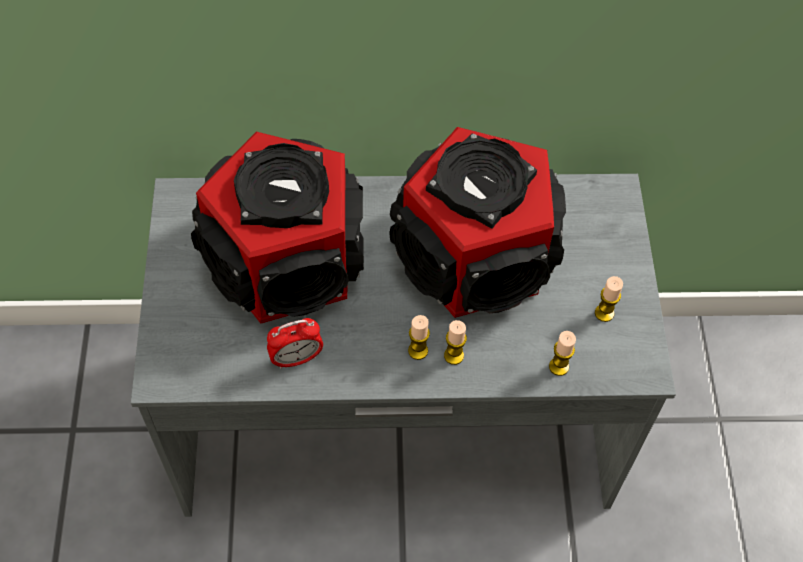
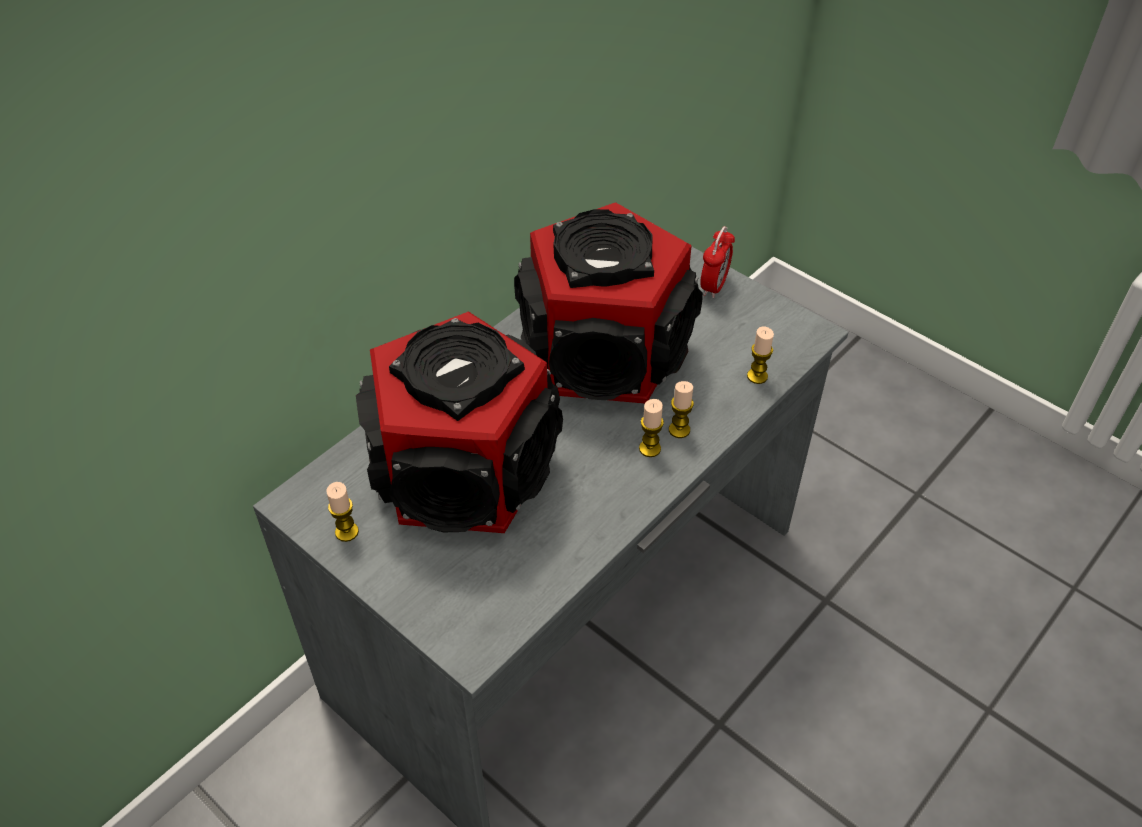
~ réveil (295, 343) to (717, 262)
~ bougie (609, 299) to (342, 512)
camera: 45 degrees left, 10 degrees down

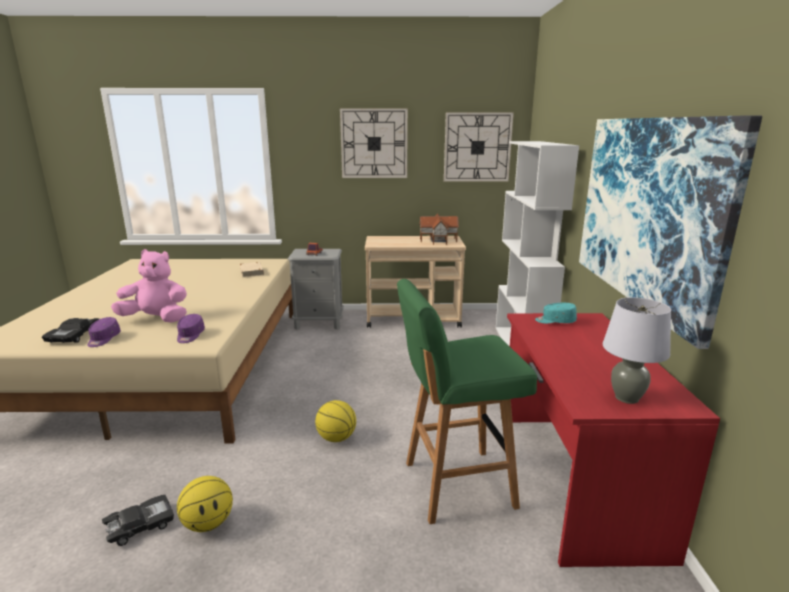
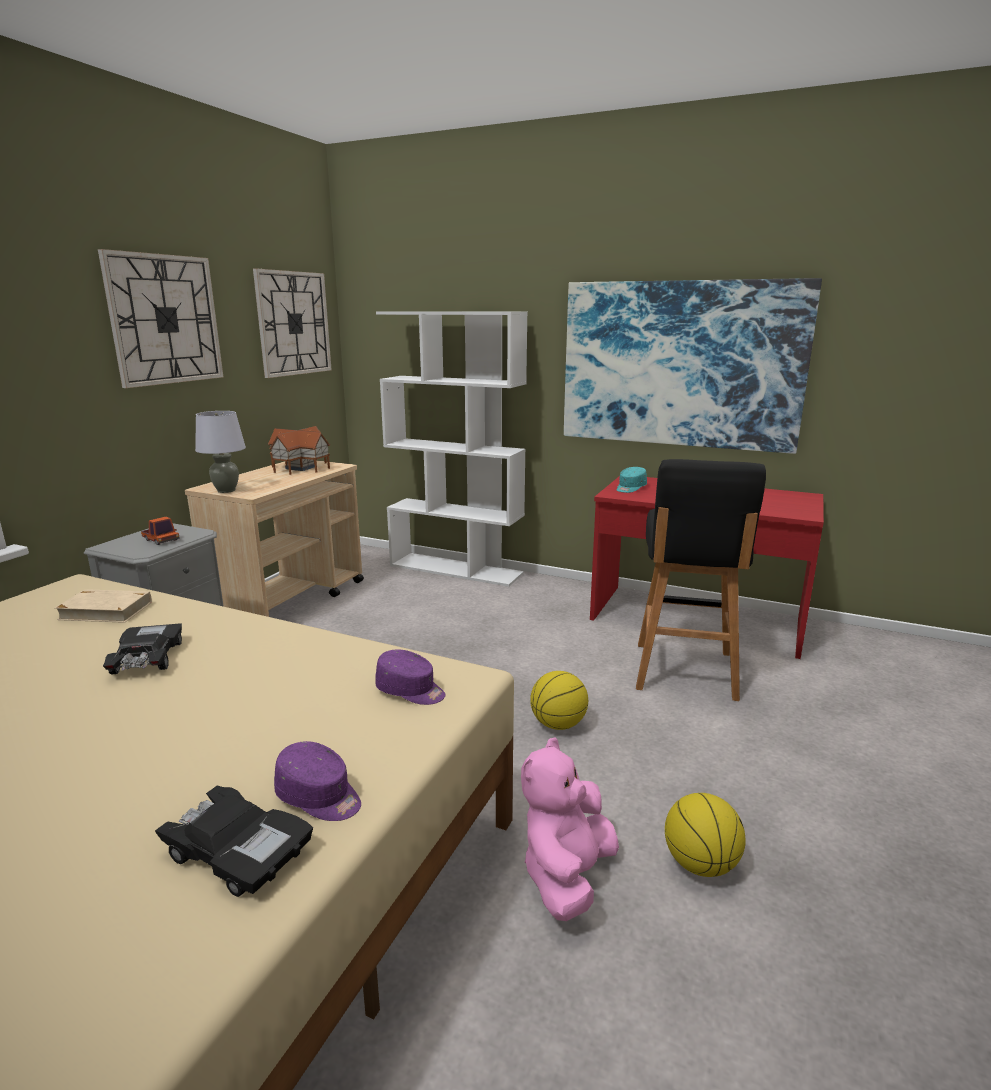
~ petite voiture (noir) (138, 520) to (142, 648)
~ peluche (rose) (149, 285) to (570, 829)
~ lampe de table (gris) (637, 350) to (220, 452)
~ tabouret (vert) (467, 401) to tabouret (noir) (701, 580)
camera: 65 degrees left, 0 degrees up

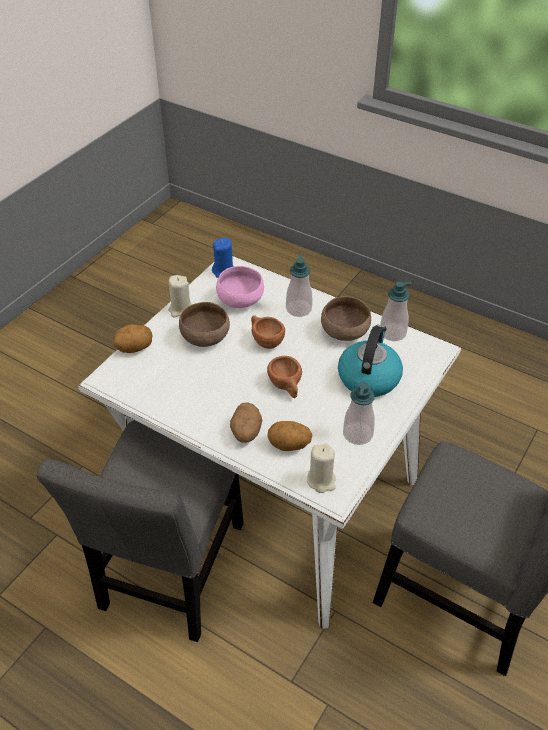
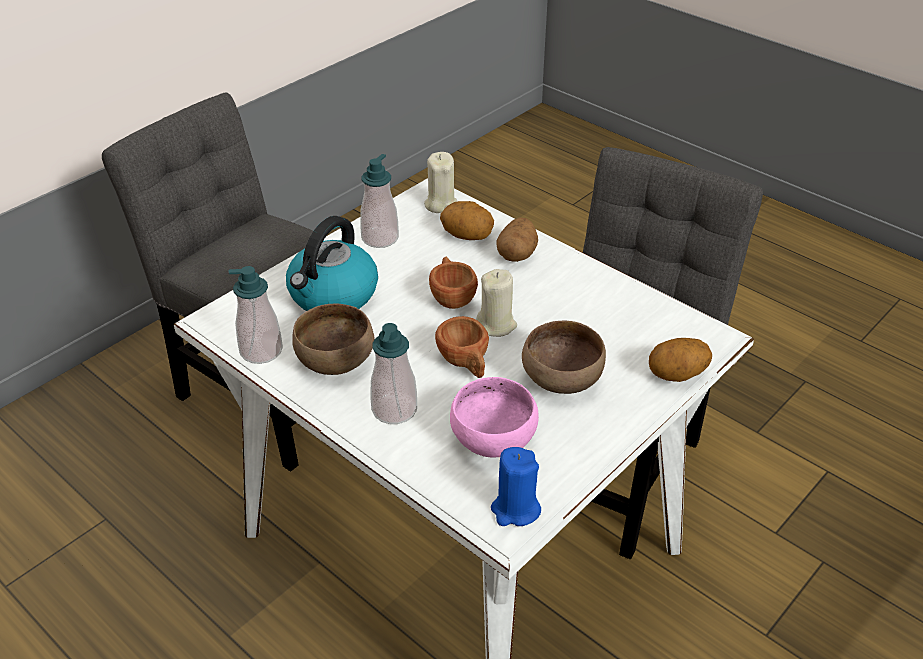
~ bougie (beige) (180, 296) to (496, 303)
camera: 170 degrees left, 5 degrees down

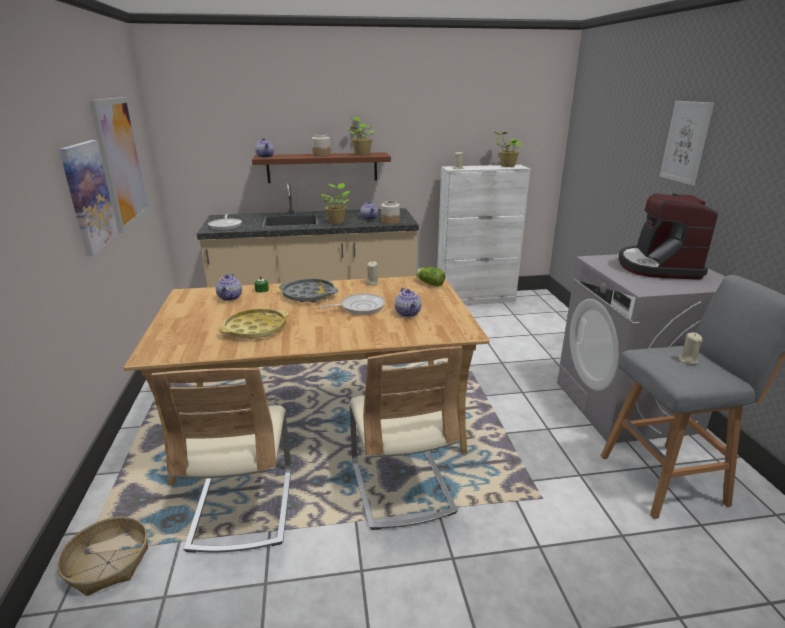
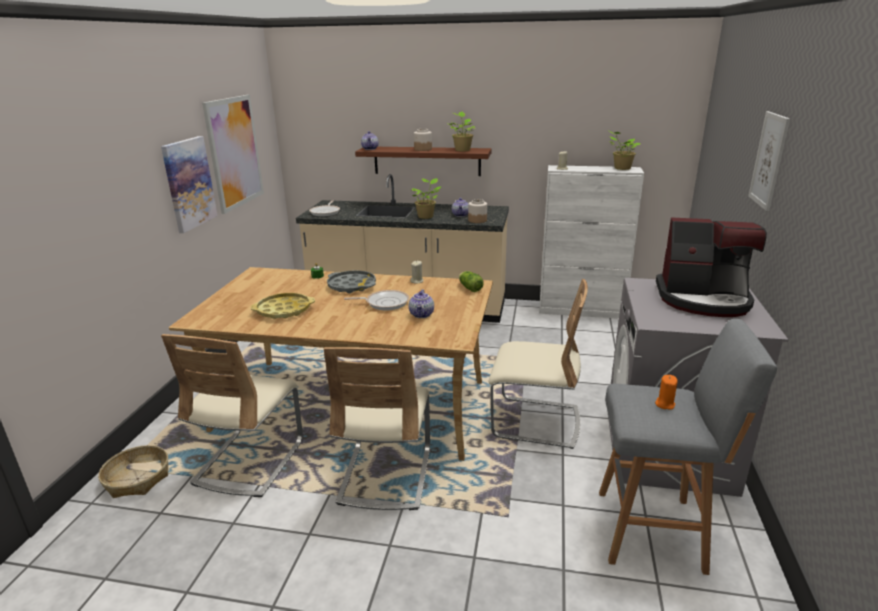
- théière (229, 287)
+ chaise (beige) (538, 364)
~ bougie (beige) (690, 348) to bougie (orange) (666, 392)
~ machine à café (668, 236) = (711, 267) 105 degrees counterclockwise
camera: 20 degrees right, 0 degrees up

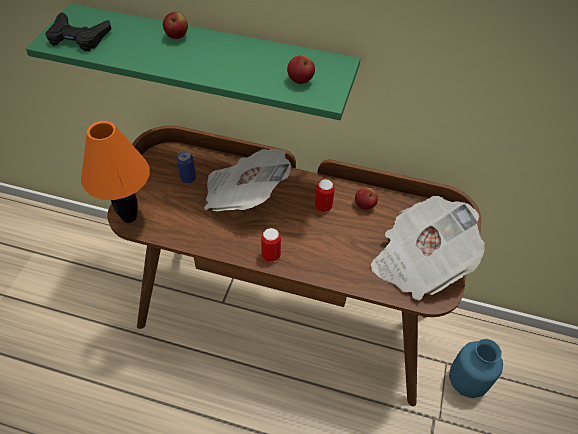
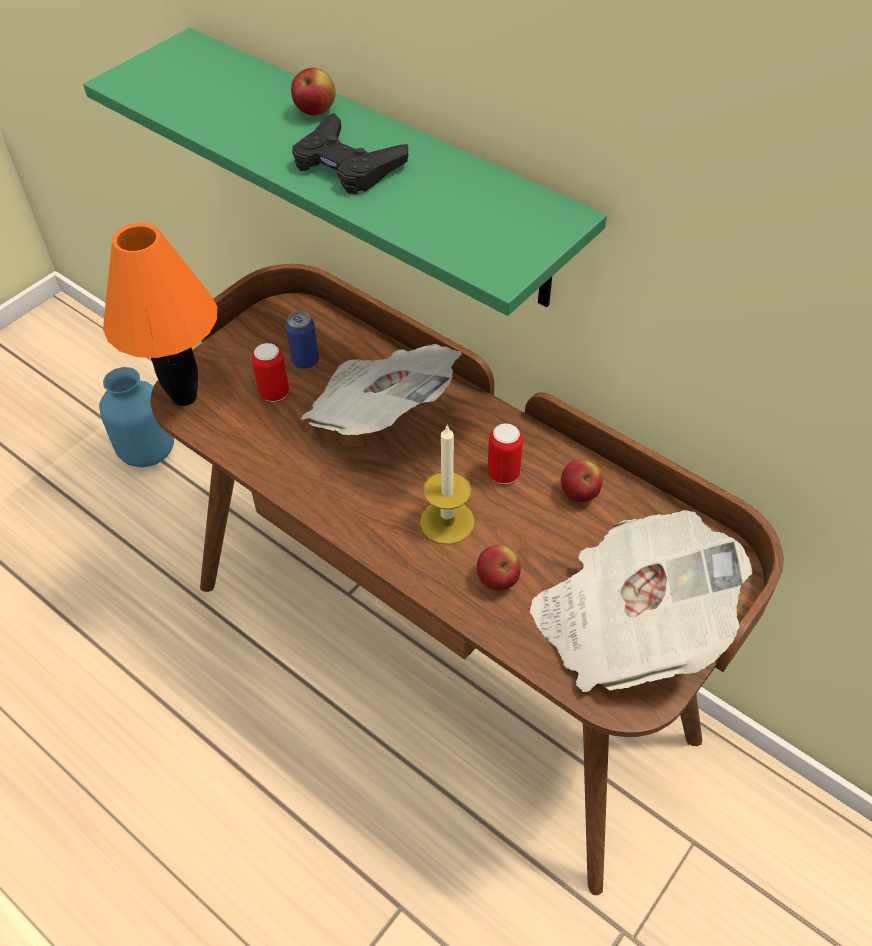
+ bougie (447, 484)
~ manette (noir) (78, 31) to (350, 153)
~ boîte métallique (271, 245) to (270, 372)
~ pomme (301, 69) to (499, 568)
~ vase (bleu) (476, 368) to (136, 417)
camera: 25 degrees right, 0 degrees up

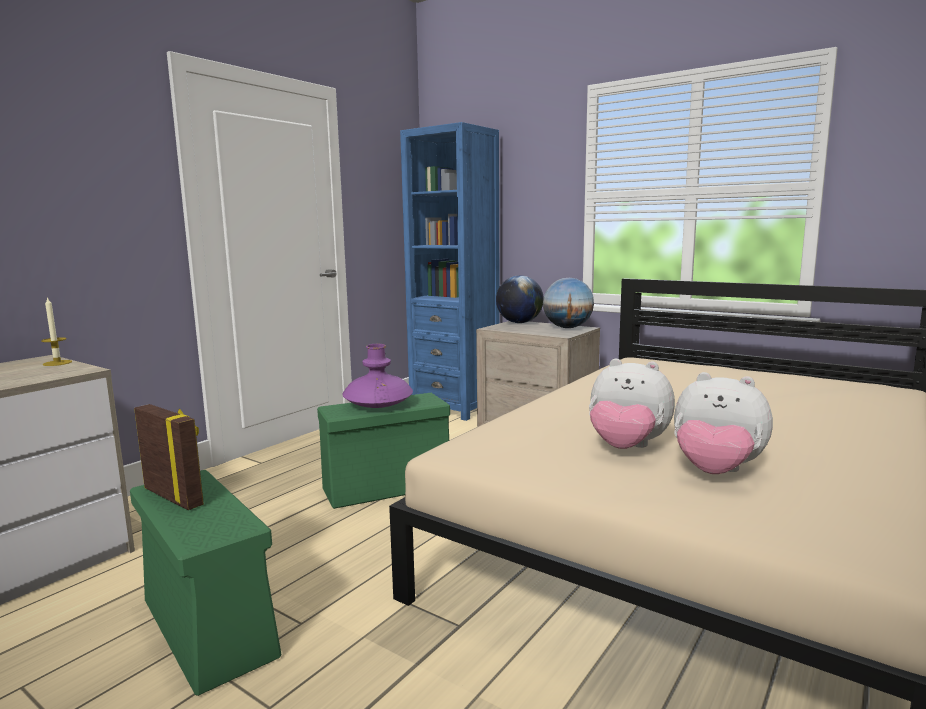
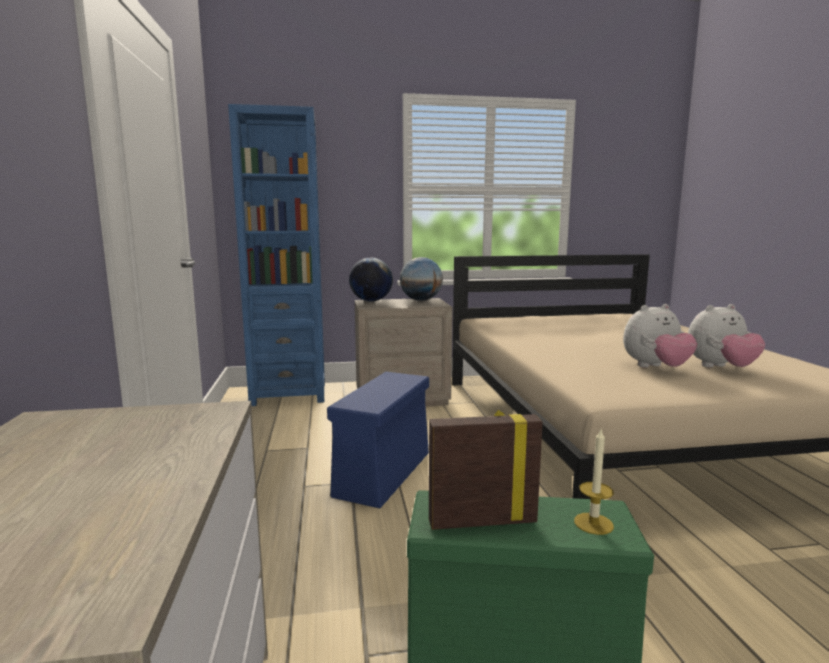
- vase (violet) (377, 376)
~ bougie (56, 331) to (594, 482)
~ boîte de rangement (vert) (383, 451) to boîte de rangement (bleu) (378, 440)
camera: 45 degrees left, 0 degrees up

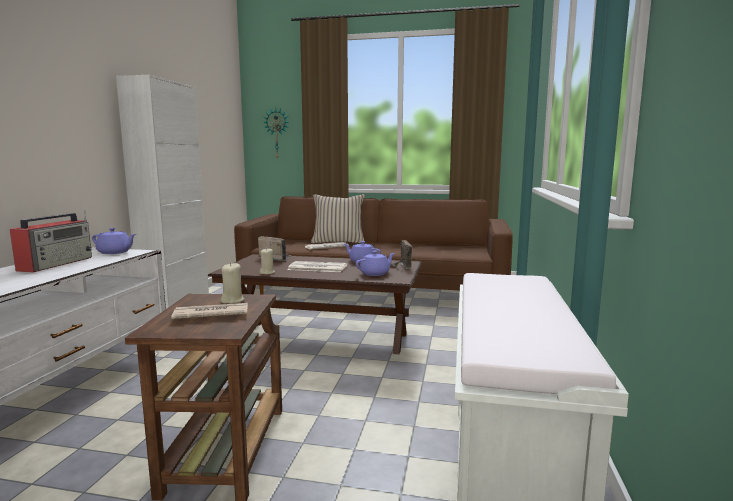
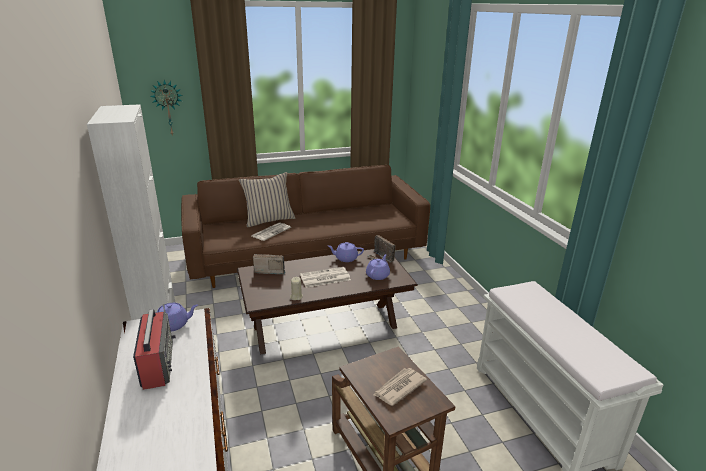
- bougie (beige) (232, 283)
camera: 30 degrees left, 15 degrees up

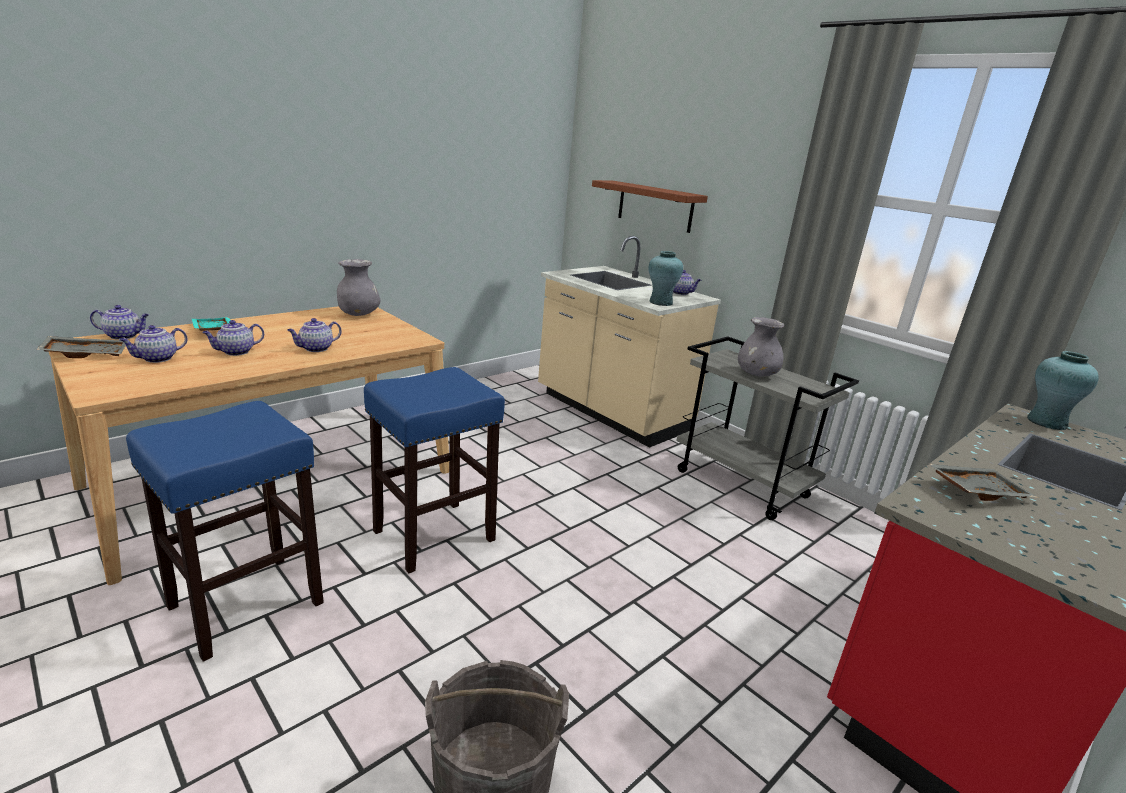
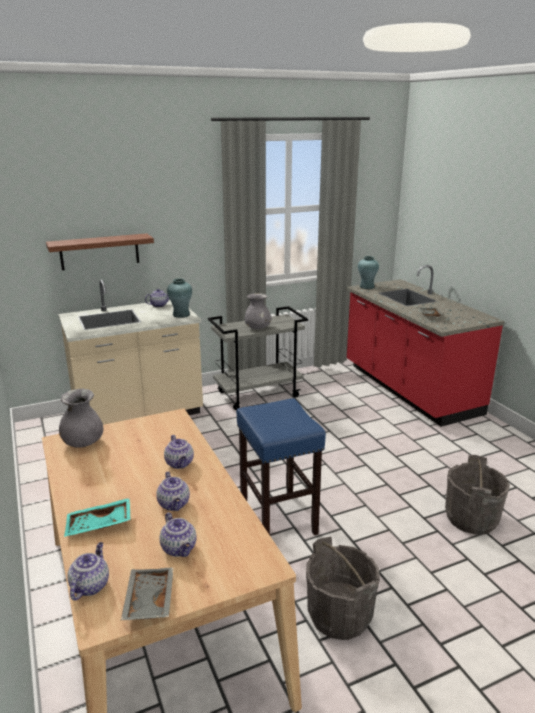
~ tabouret (bleu) (225, 531) to seau (gris) (343, 588)
camera: 70 degrees left, 0 degrees up

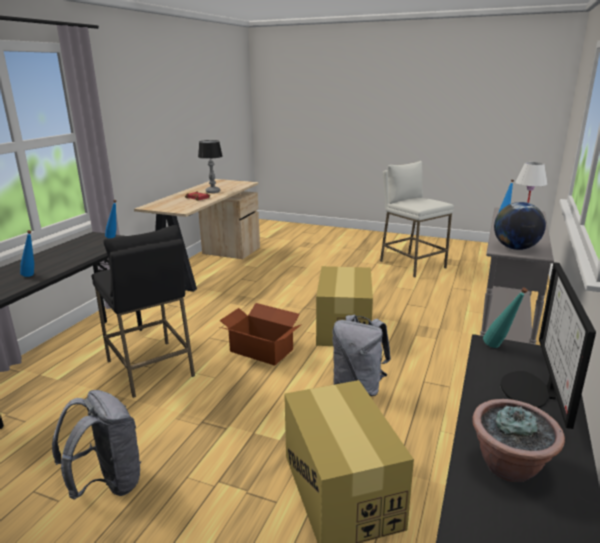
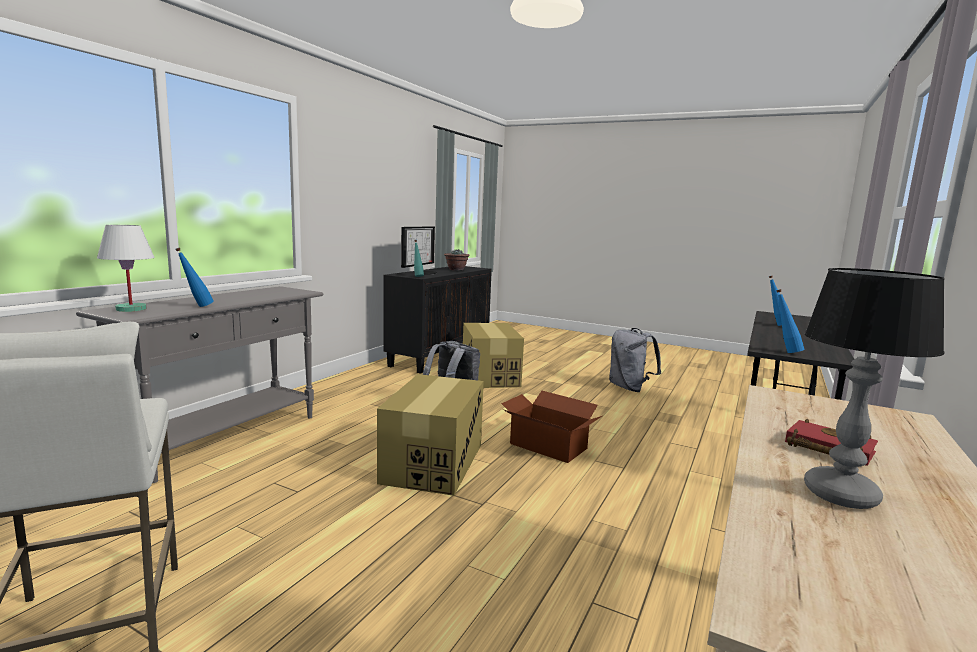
- tabouret (noir) (143, 311)
- globe (520, 226)
camera: 175 degrees left, 10 degrees down

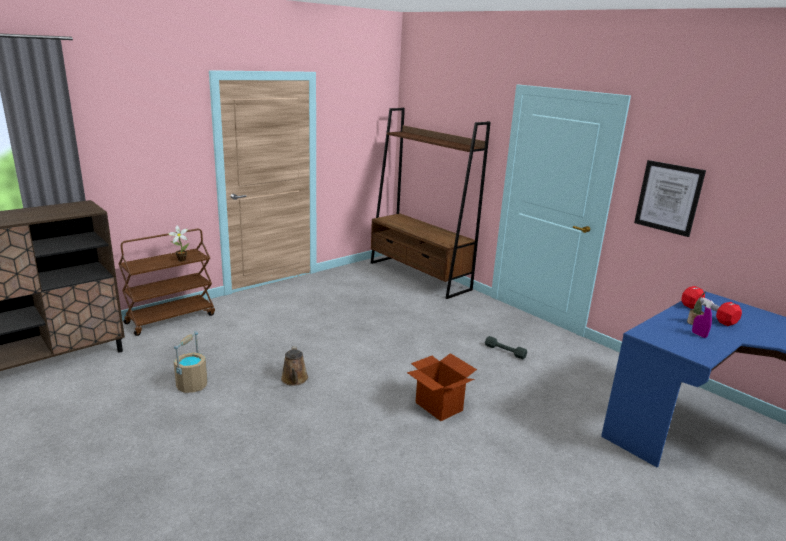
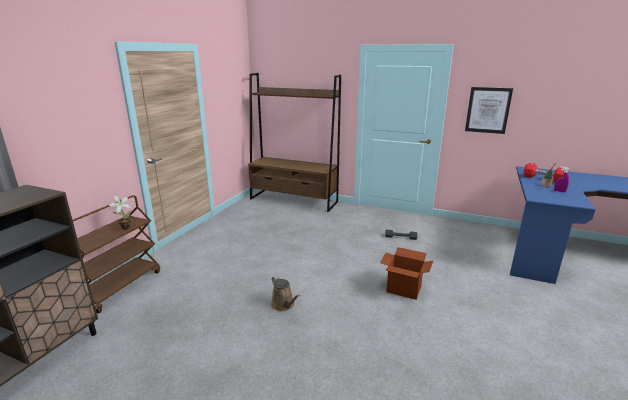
- seau (beige) (190, 362)
camera: 25 degrees left, 0 degrees up

